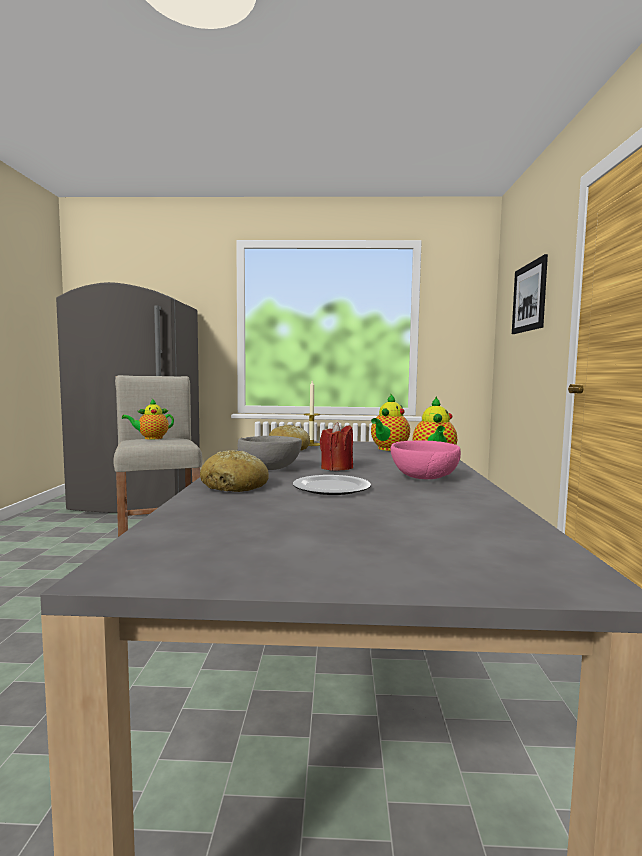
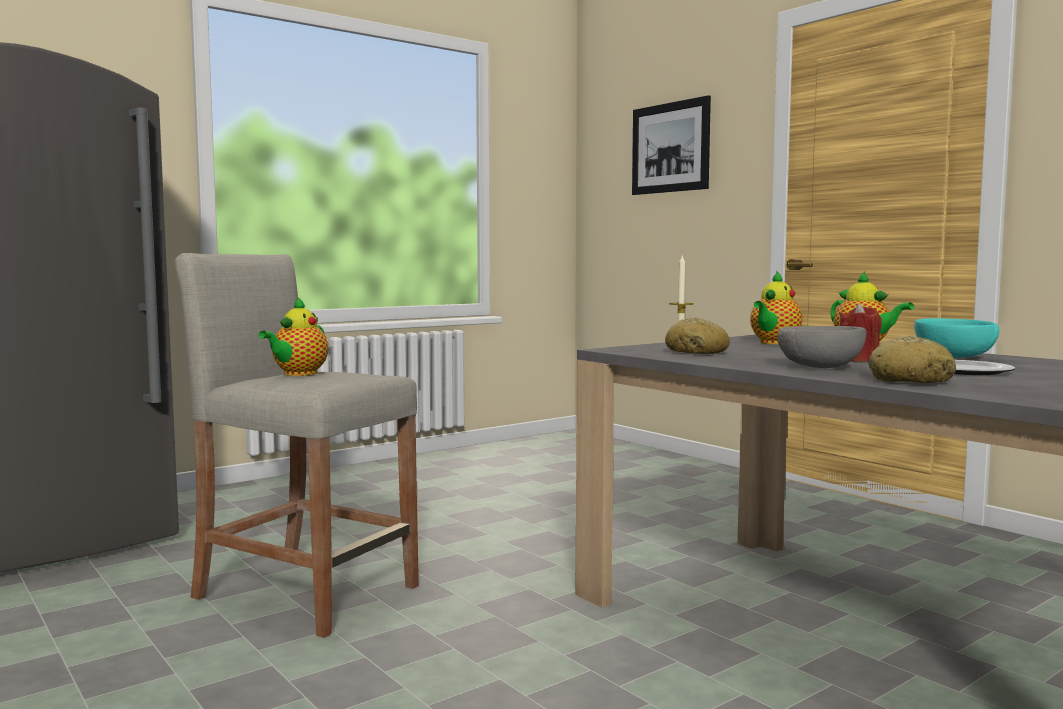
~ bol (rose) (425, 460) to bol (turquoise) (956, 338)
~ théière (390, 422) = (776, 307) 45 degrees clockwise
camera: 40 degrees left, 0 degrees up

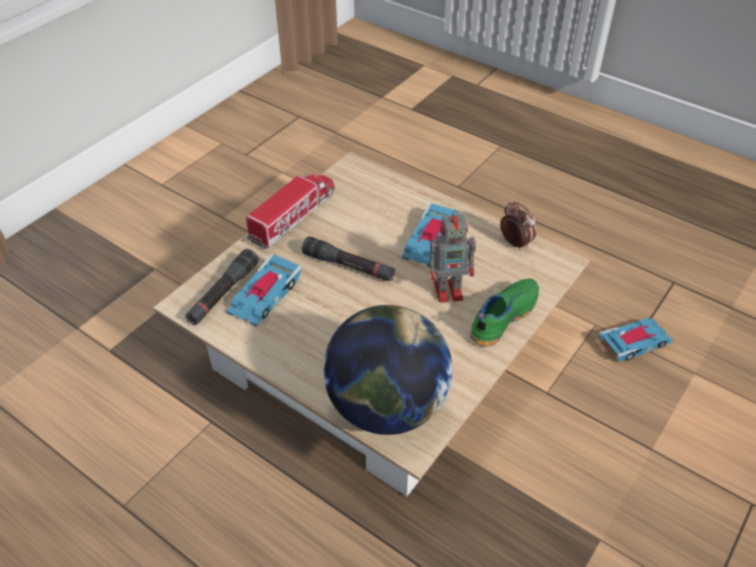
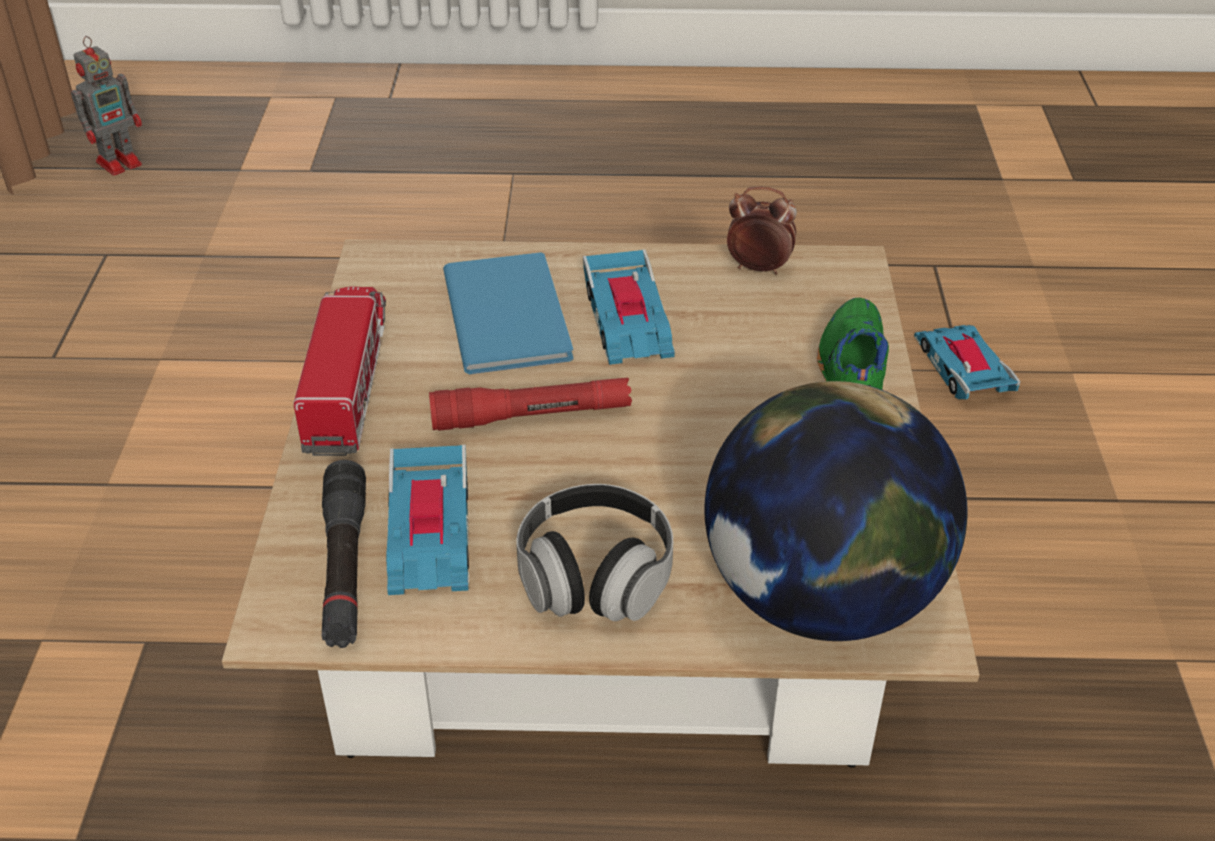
+ livre (bleu) (508, 313)
+ casque audio (594, 552)
~ robot jouet (453, 256) to (106, 106)
~ lampe de poche (noir) (348, 259) to lampe de poche (rouge) (530, 404)
~ petite voiture (636, 339) = (967, 362) 45 degrees counterclockwise
camera: 35 degrees left, 5 degrees down

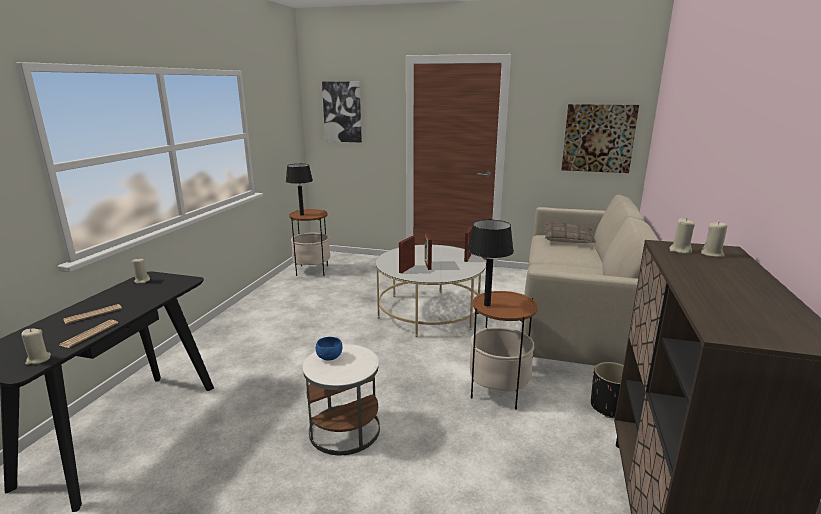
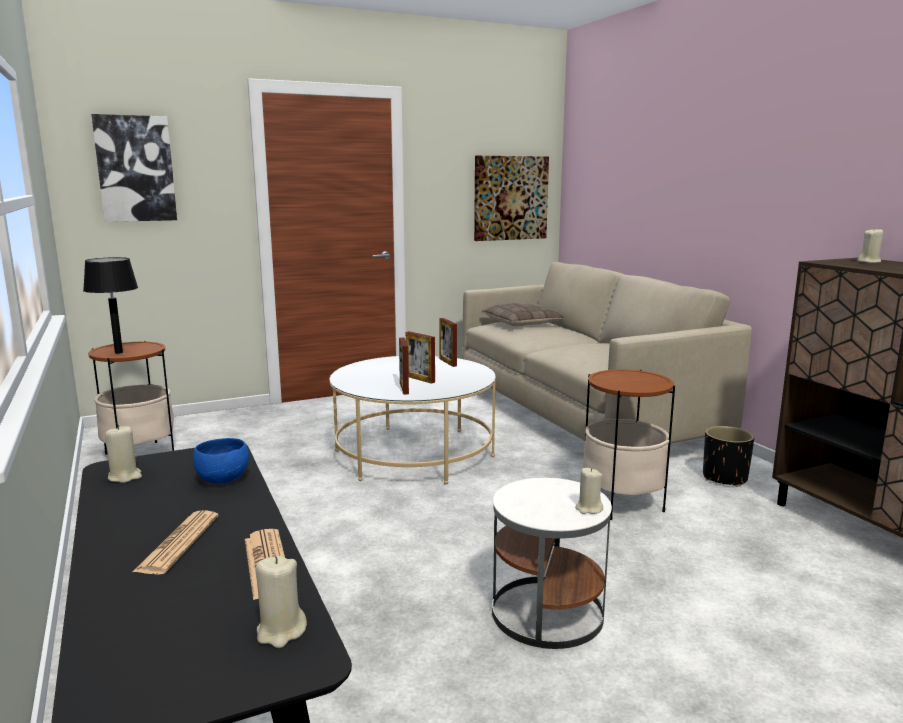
- lampe de table (noir) (491, 262)
~ bol (bleu) (329, 348) to (221, 461)
~ bougie (beige) (682, 236) to (589, 491)
camera: 40 degrees left, 5 degrees down

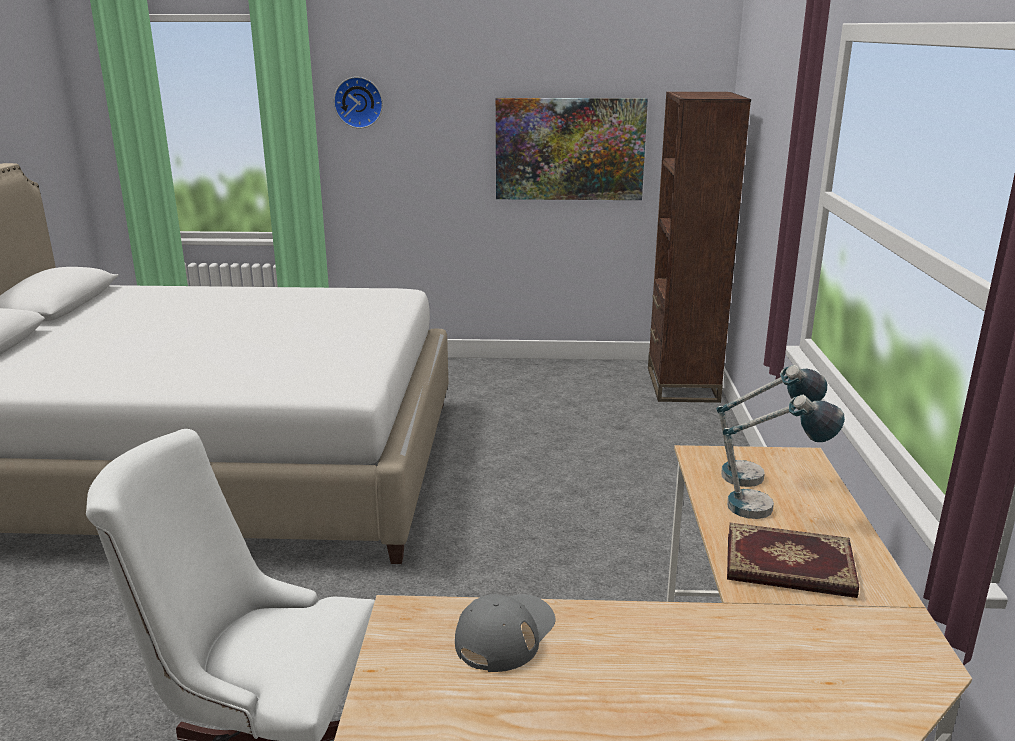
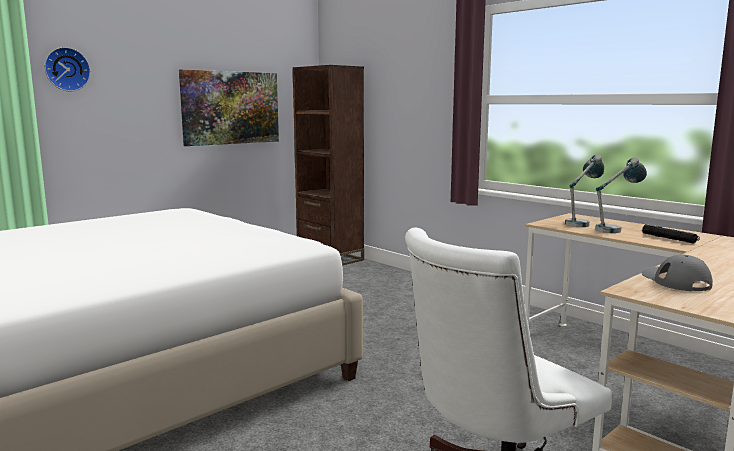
~ livre (793, 560) to lampe de poche (noir) (670, 234)
camera: 45 degrees left, 10 degrees down

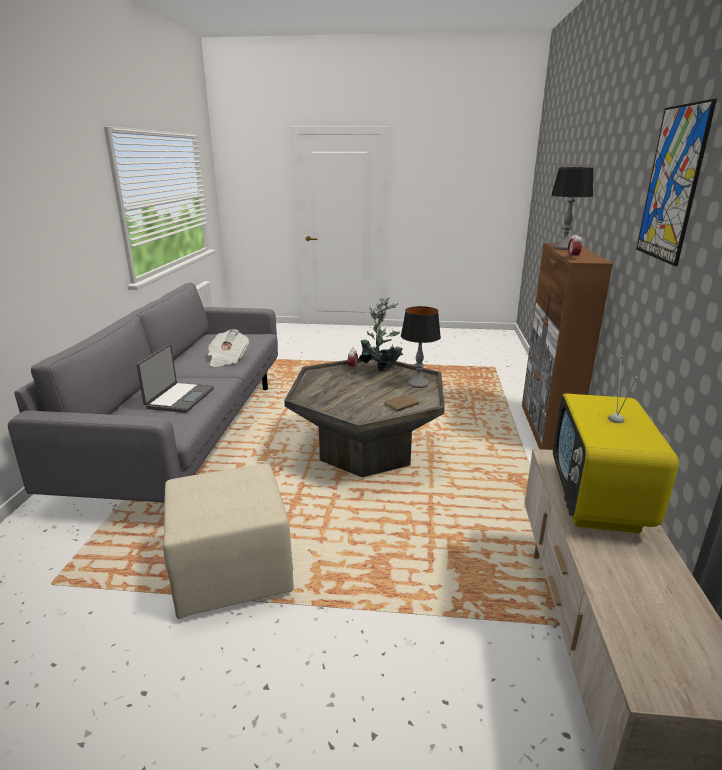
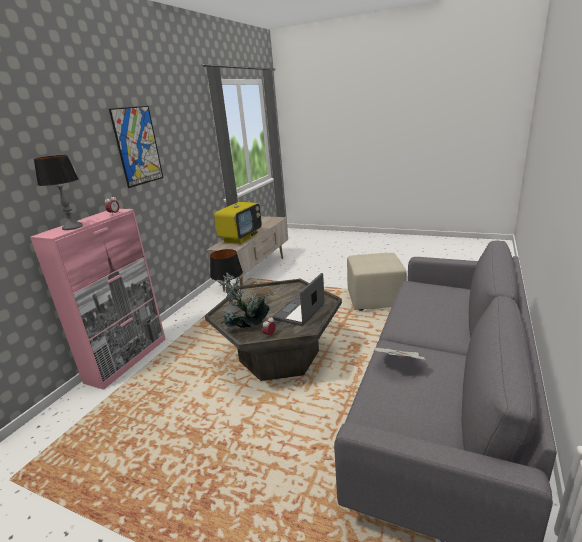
~ ordinateur portable (175, 378) to (299, 299)
~ meuble de rangement (marron) (567, 346) to meuble de rangement (rose) (98, 299)
camera: 160 degrees left, 0 degrees up

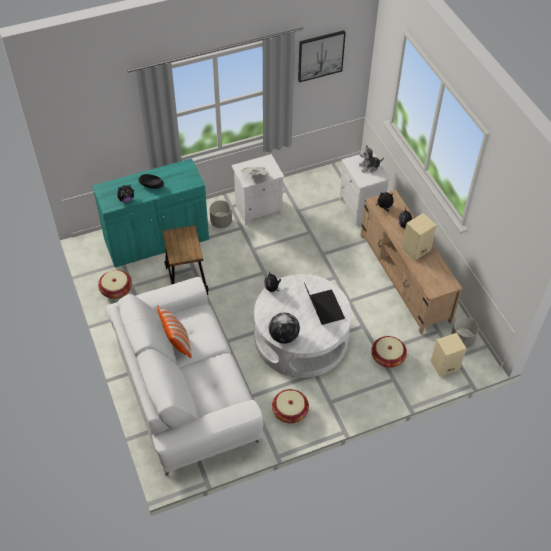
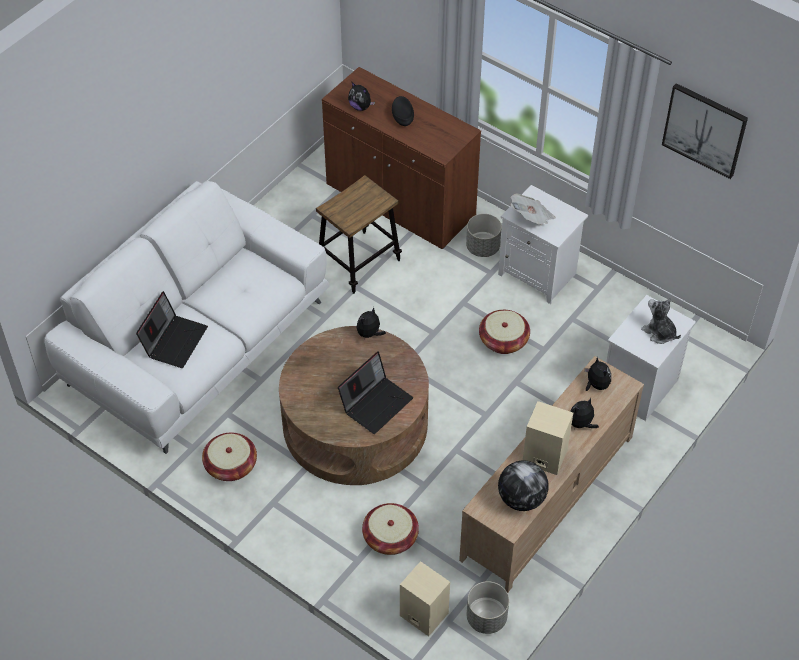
- coussin (174, 331)
+ ordinateur portable (172, 329)
~ panier (115, 284) to (504, 332)
~ globe (284, 328) to (523, 485)
~ meuble de rangement (turquoise) (150, 213) to meuble de rangement (marron) (401, 158)
~ table basse (blanc) (303, 326) to table basse (marron) (354, 405)
camera: 60 degrees right, 0 degrees up

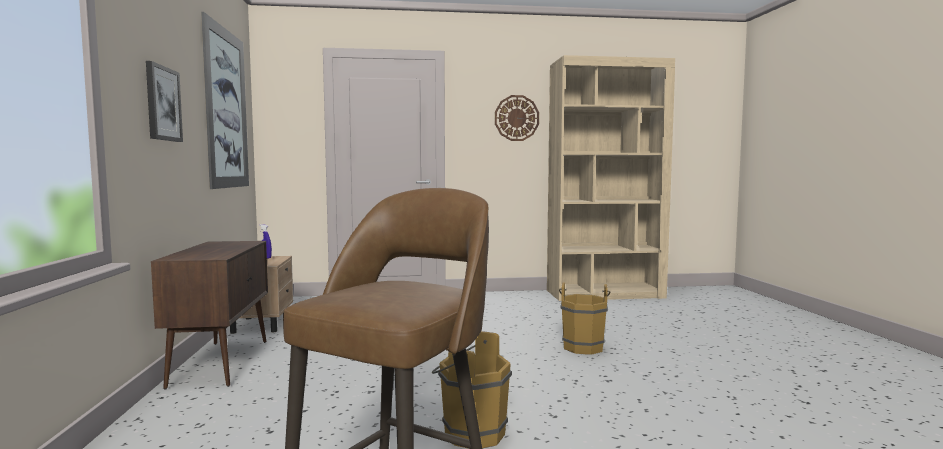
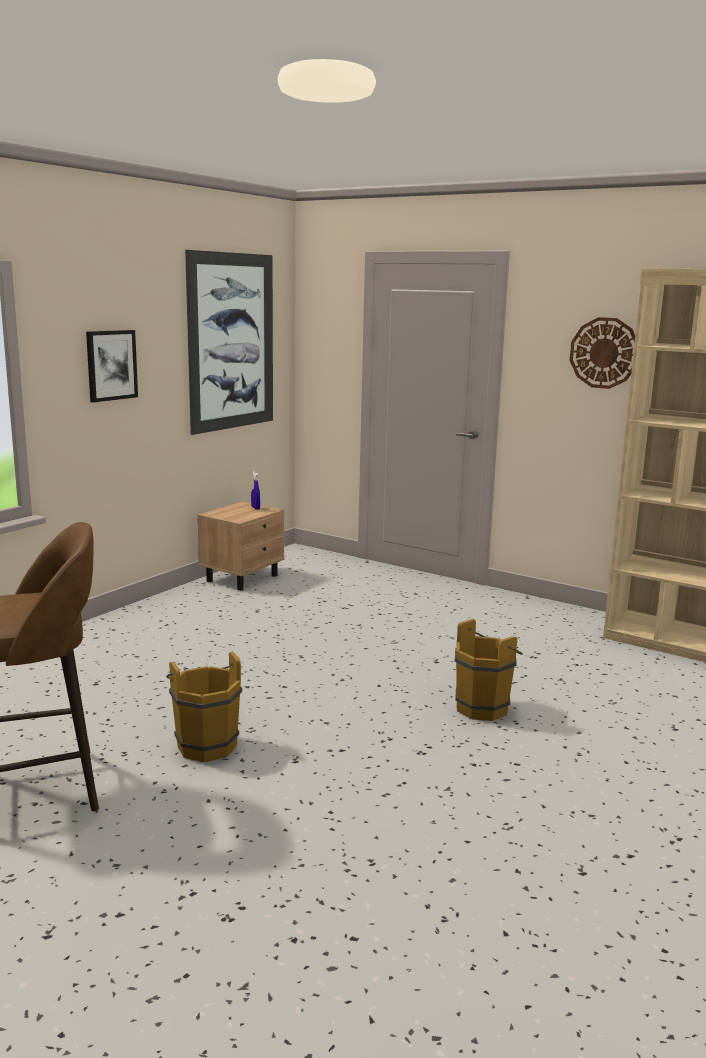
- meuble de rangement (marron) (209, 315)
camera: 40 degrees right, 10 degrees up

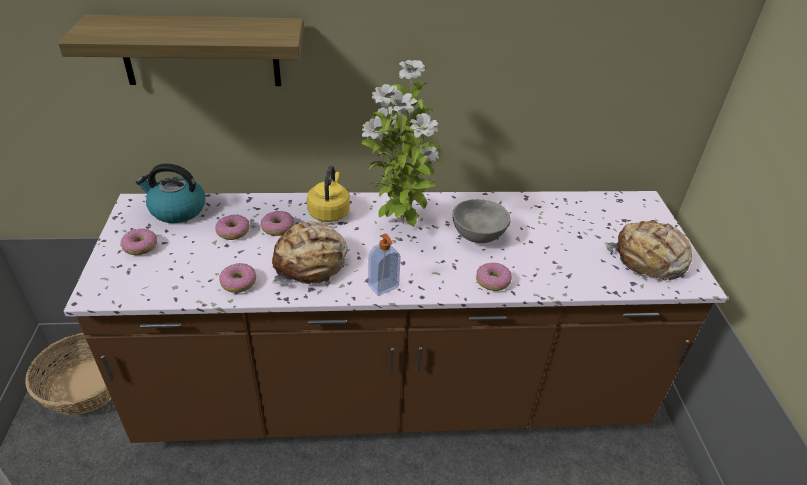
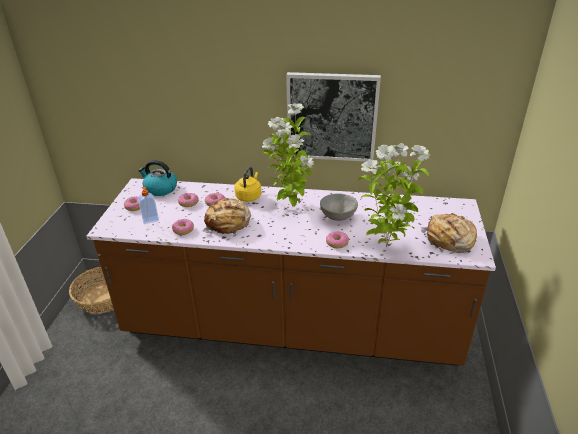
- étagère (180, 50)
+ tableau (333, 117)
+ plante en pot (394, 195)
~ distributeur de savon (384, 264) to (148, 205)
camera: 15 degrees right, 5 degrees down

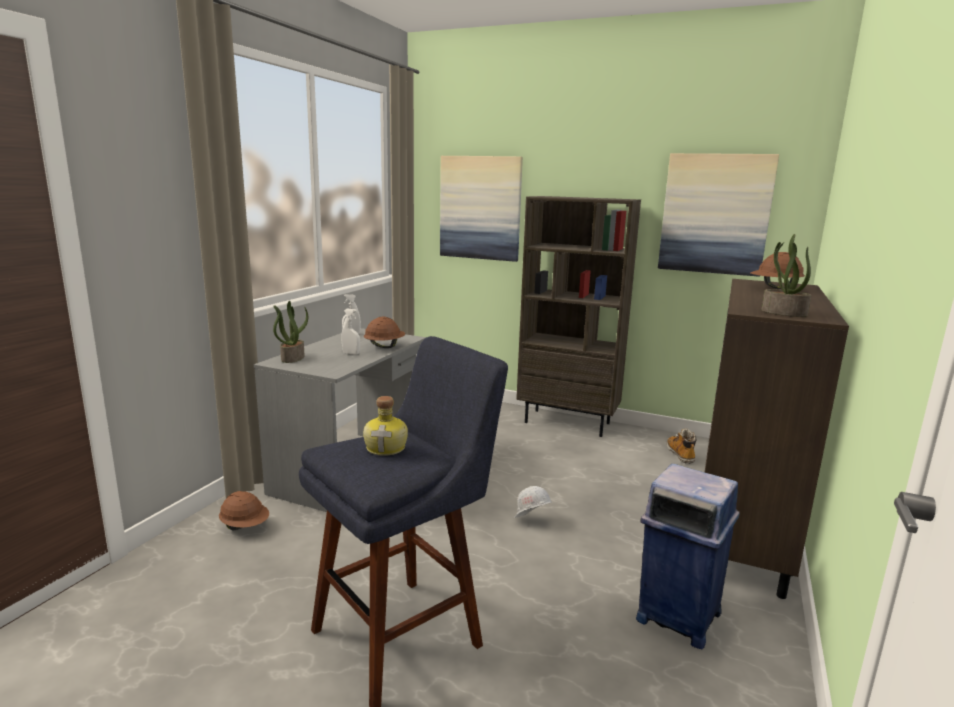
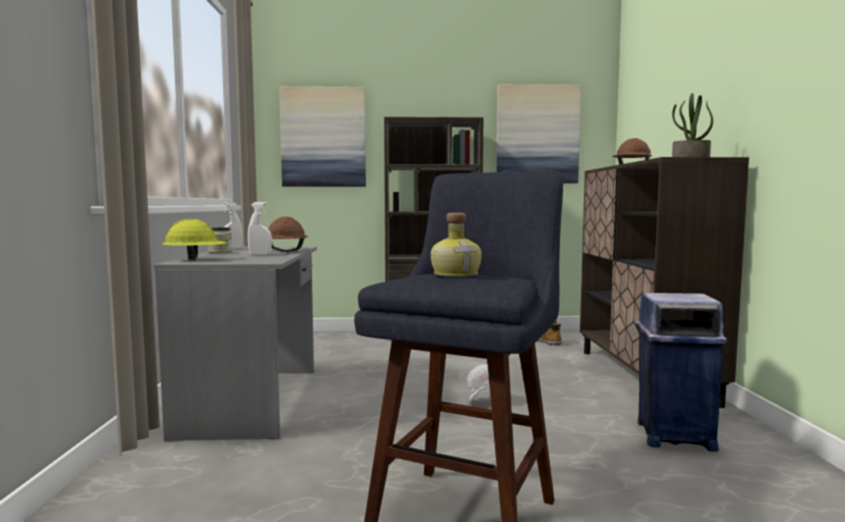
- casque de chantier (marron) (244, 510)
+ bocal (220, 240)
~ plante en pot (290, 332) to casque de chantier (jaune) (195, 239)
camera: 25 degrees left, 10 degrees down

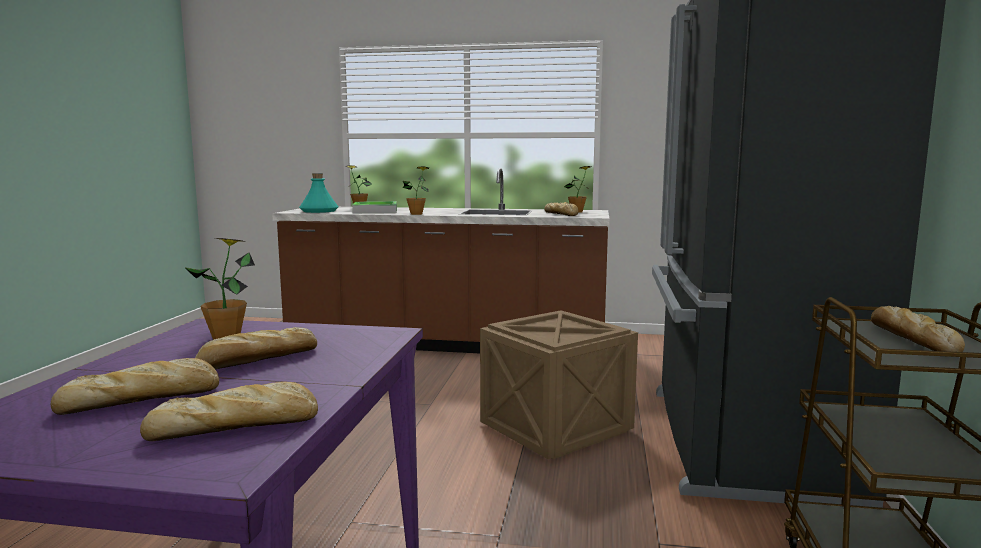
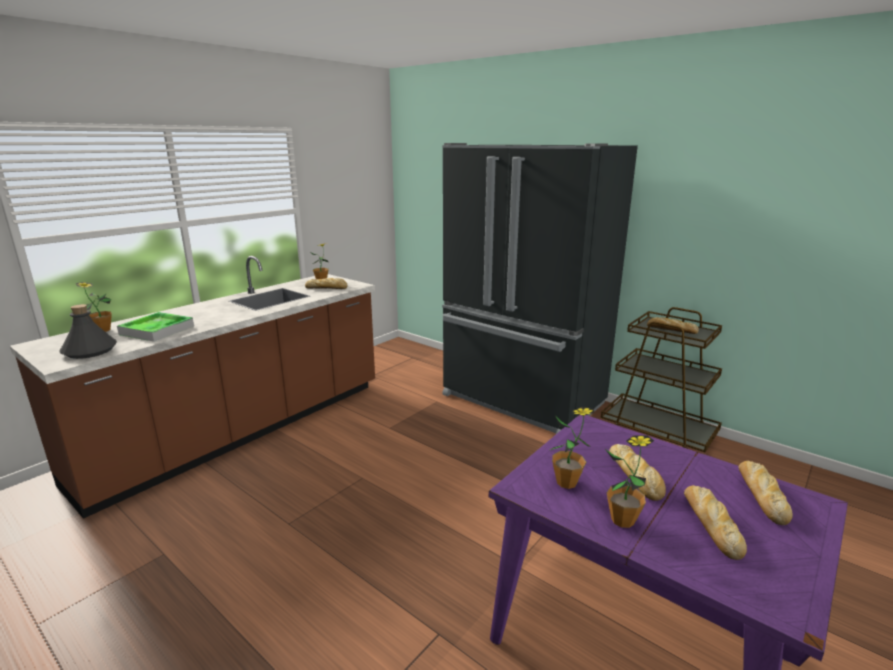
- caisse (559, 384)
~ plante en pot (416, 190) to (629, 481)
~ bouteille (turquoise) (318, 193) to bouteille (gris) (88, 331)
camera: 60 degrees left, 10 degrees up

